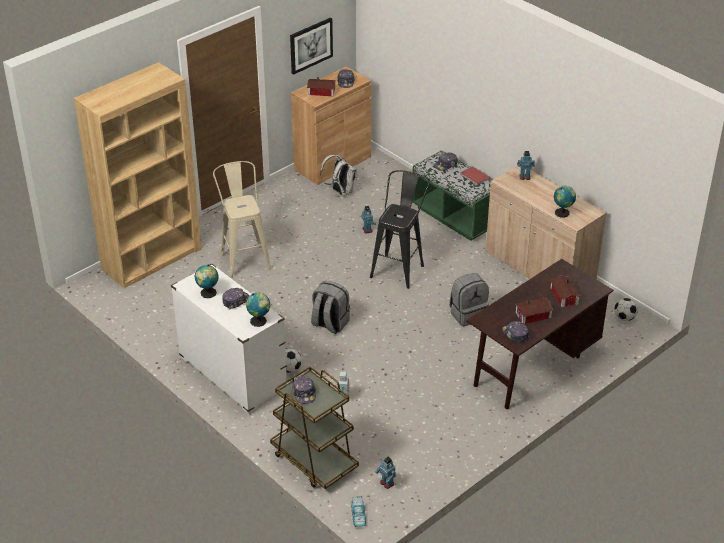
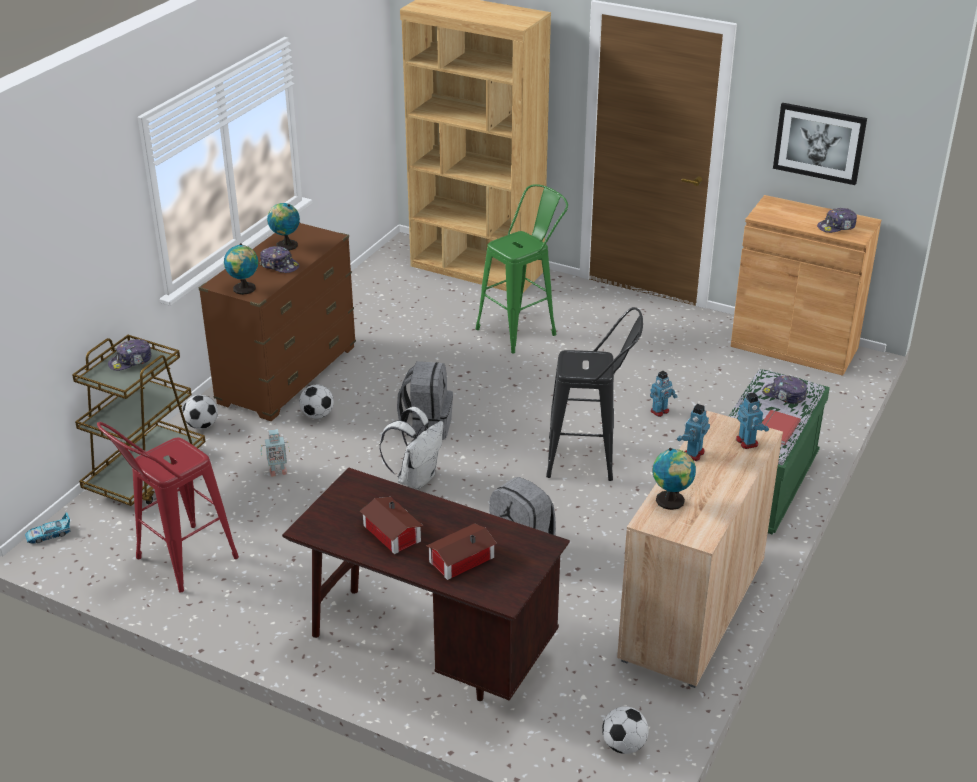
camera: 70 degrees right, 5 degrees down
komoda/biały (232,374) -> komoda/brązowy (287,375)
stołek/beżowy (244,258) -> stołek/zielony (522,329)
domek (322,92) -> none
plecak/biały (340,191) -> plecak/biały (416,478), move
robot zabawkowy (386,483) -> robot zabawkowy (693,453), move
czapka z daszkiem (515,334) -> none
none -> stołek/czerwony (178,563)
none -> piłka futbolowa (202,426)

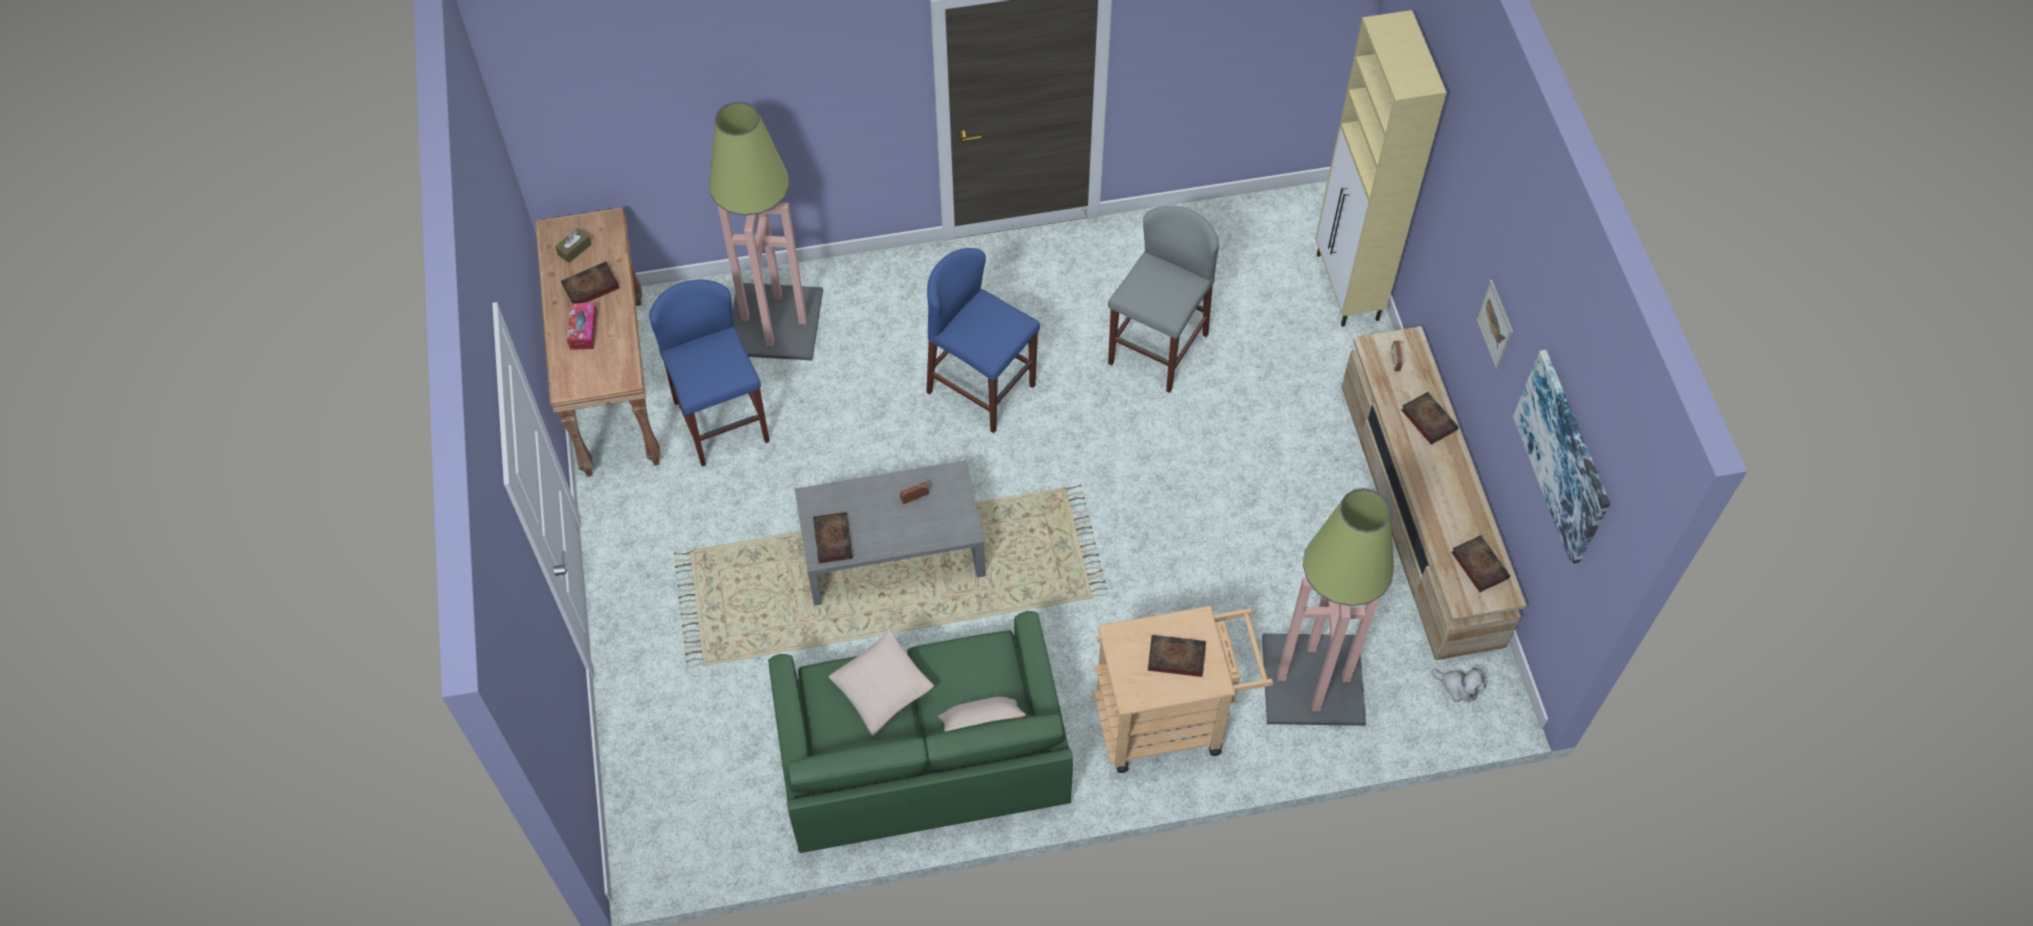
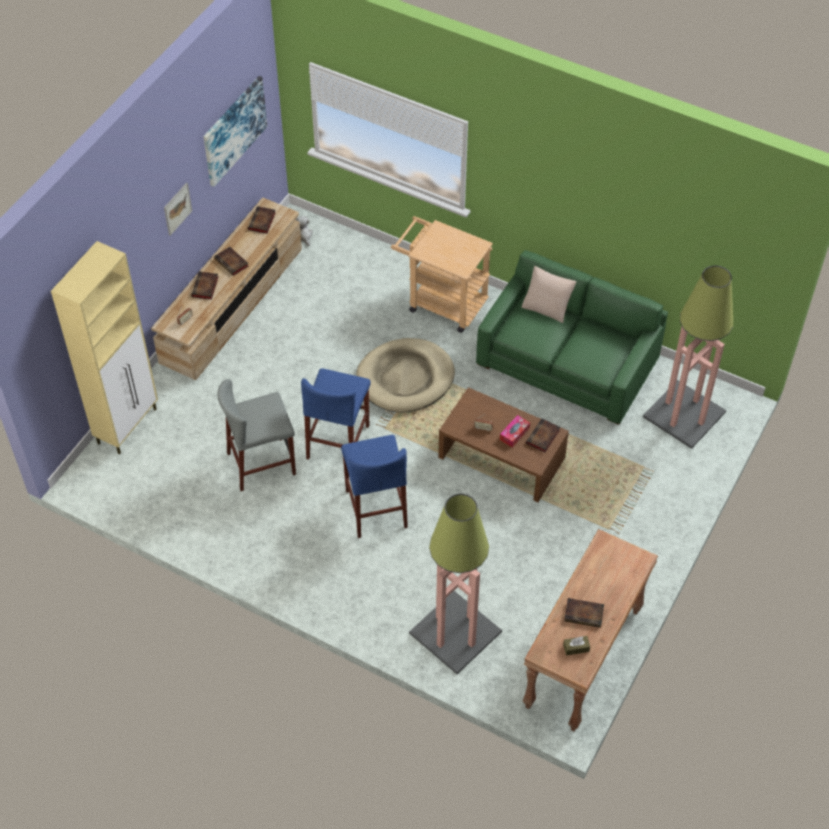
camera: 140 degrees left, 5 degrees down
pudełko chusteczek (583,330) -> pudełko chusteczek (514,434), move
stołek/niebieski (722,422) -> stołek/niebieski (338,442), move
ława/szary (892,551) -> ława/brązowy (502,457)
poduszka/beżowy (882,688) -> none
książka (1175,657) -> książka (232,263), move
lampa stojąca (1314,681) -> lampa stojąca (684,413), move
none -> legowisko/beżowy (405,378)

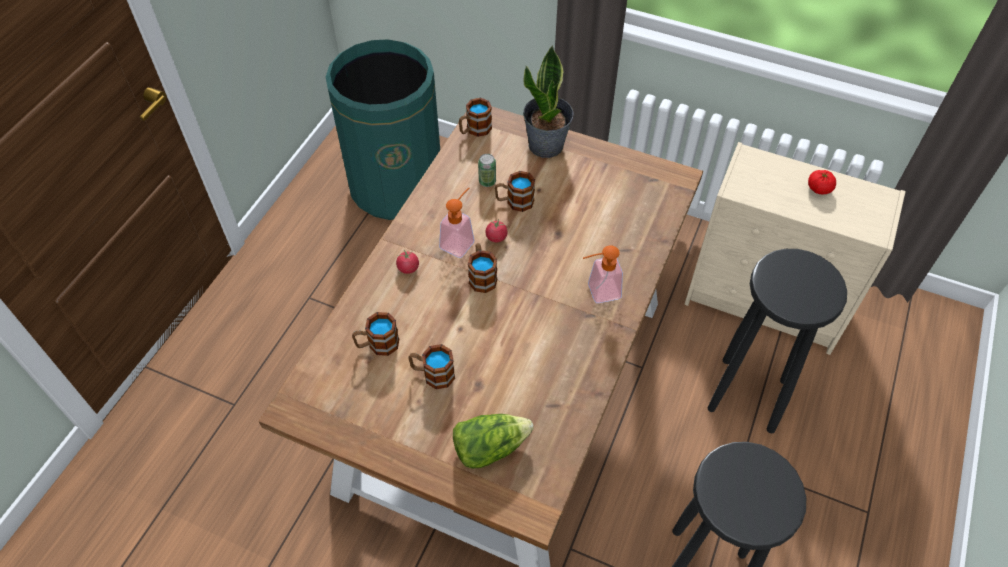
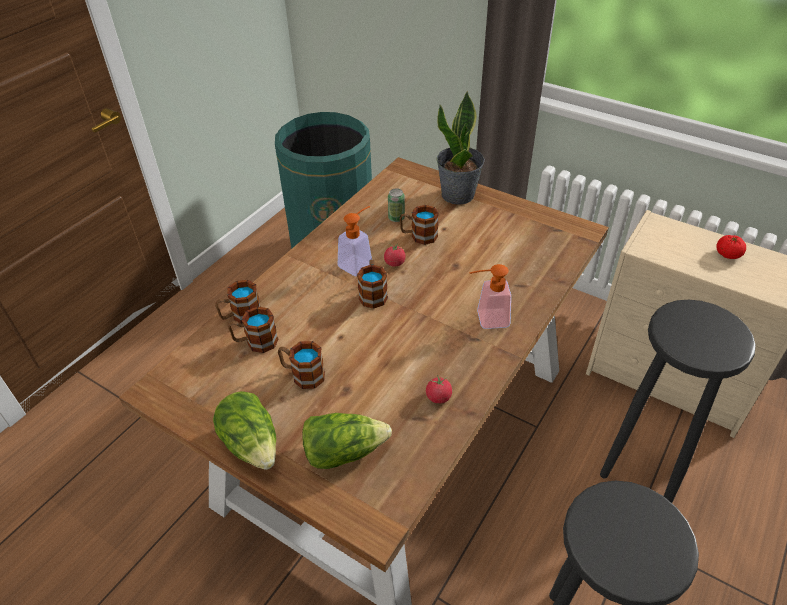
camera: 10 degrees right, 10 degrees down
pomidor (408,268) -> pomidor (438,397), move
kubek (474,130) -> kubek (241,316), move
none -> sałata (252,444)

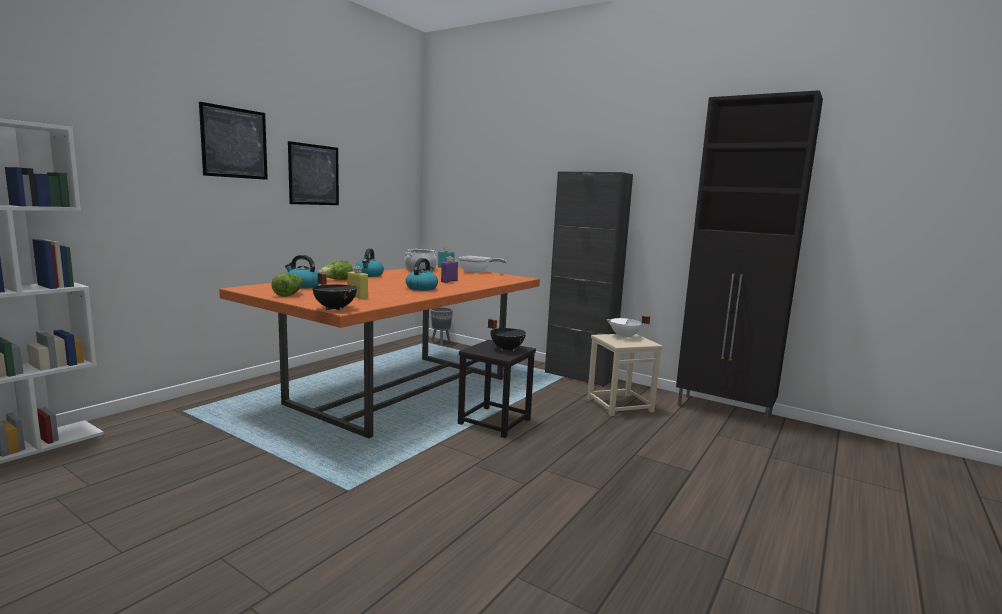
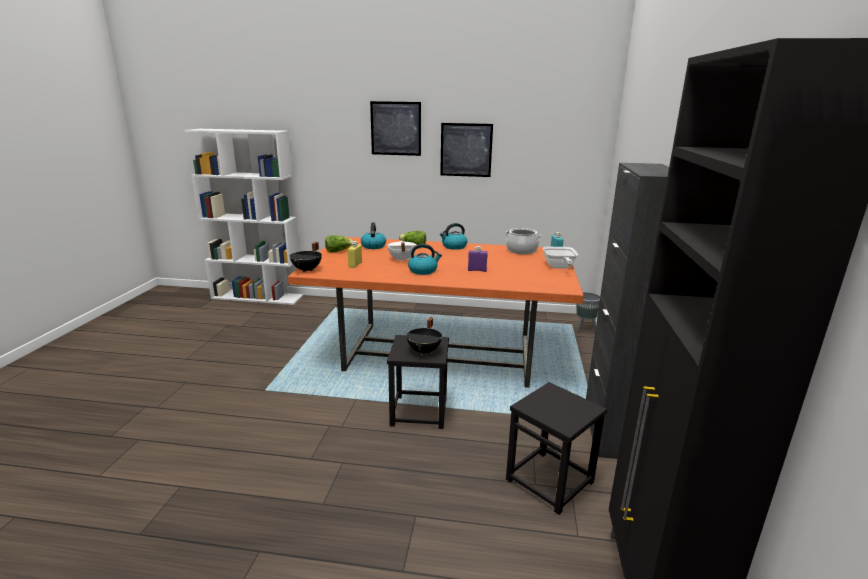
camera: 65 degrees right, 10 degrees up
stołek/beżowy (619,404) -> stołek/czarny (550,480)
garnek/biały (625,337) -> garnek/biały (401,259), move

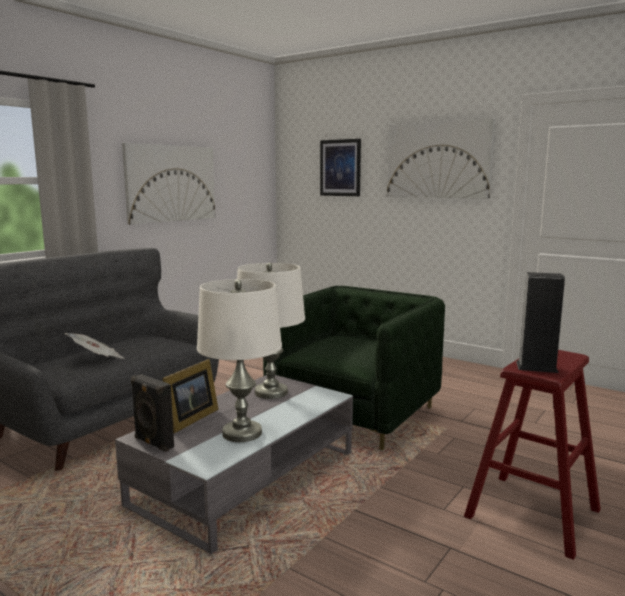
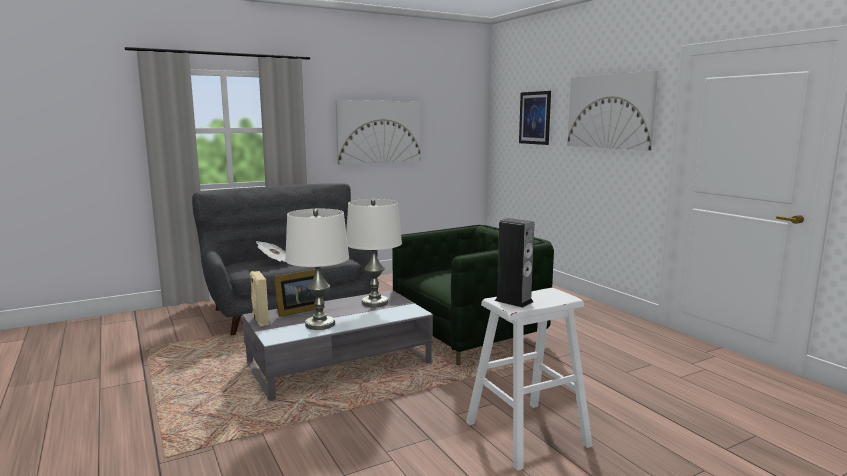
camera: 25 degrees right, 0 degrees up
głośnik/czarny (153,443) -> głośnik/beżowy (259,320)
stołek/czerwony (532,513) -> stołek/biały (526,434)

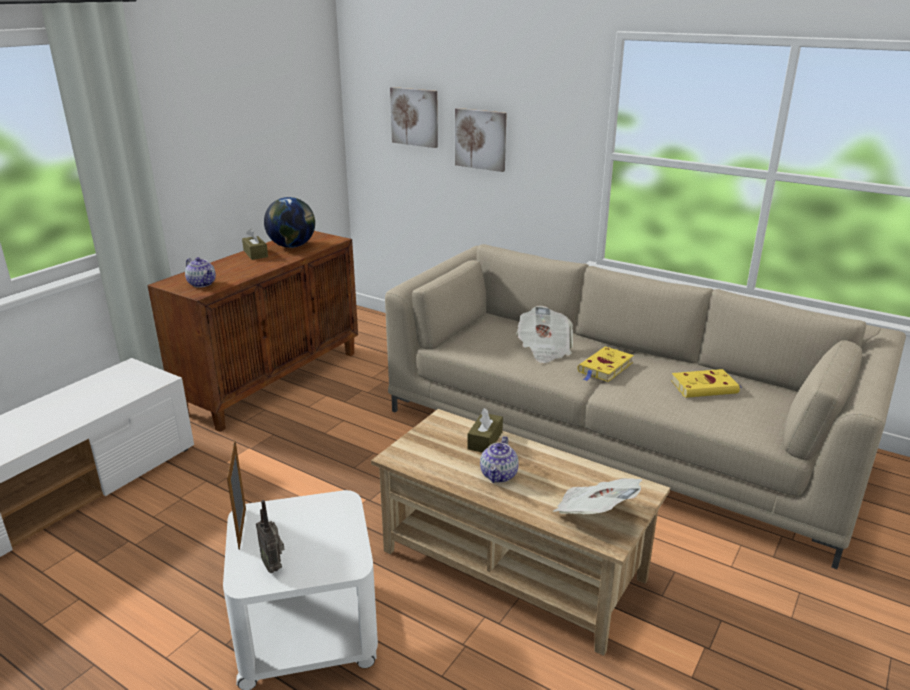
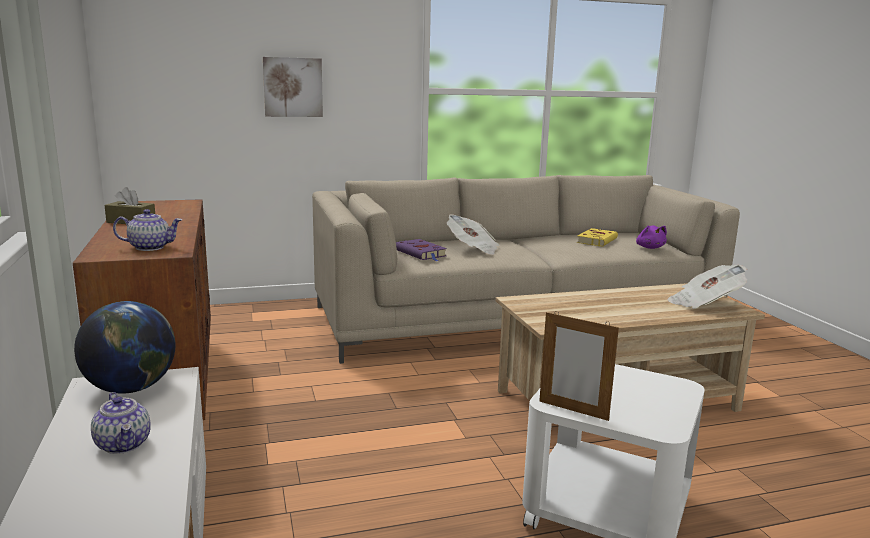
camera: 50 degrees left, 10 degrees down
radio (273,566) -> none
globus (292,246) -> globus (131,388), move
obraz (415,117) -> none
pudełko chusteczek/brązowy (485,440) -> none
imbryk (499,475) -> imbryk (124,444), move
książka/żółty (604,368) -> none
none -> książka/fioletowy (421,253)
none -> pluszak/fioletowy (650,247)

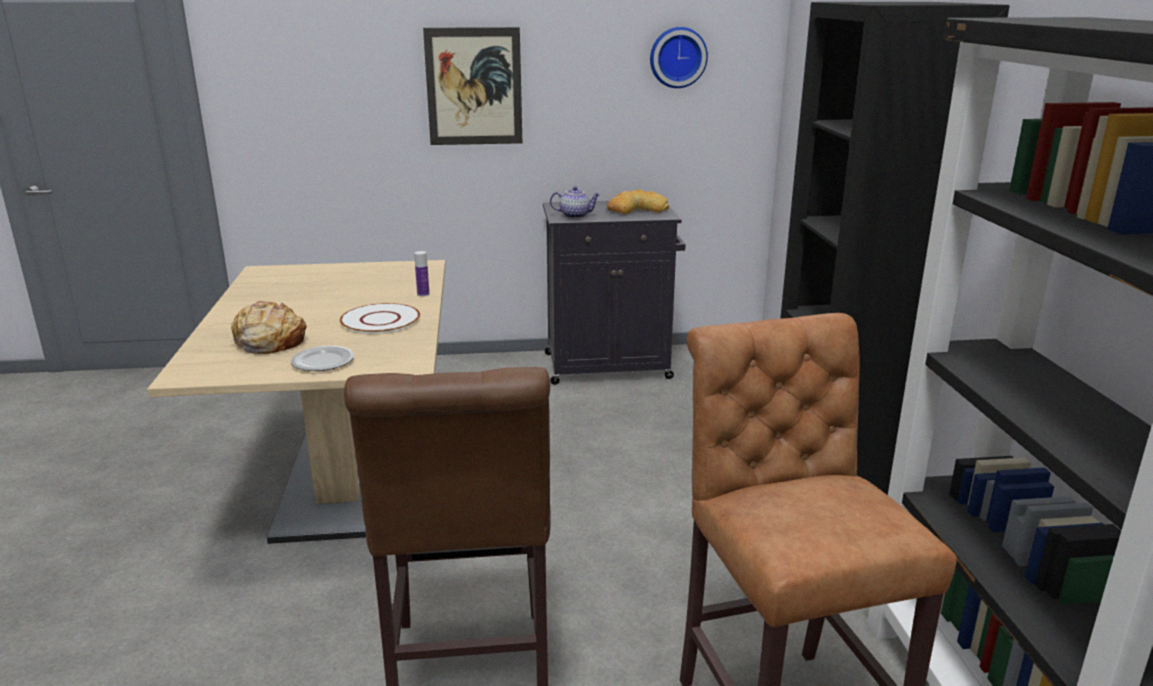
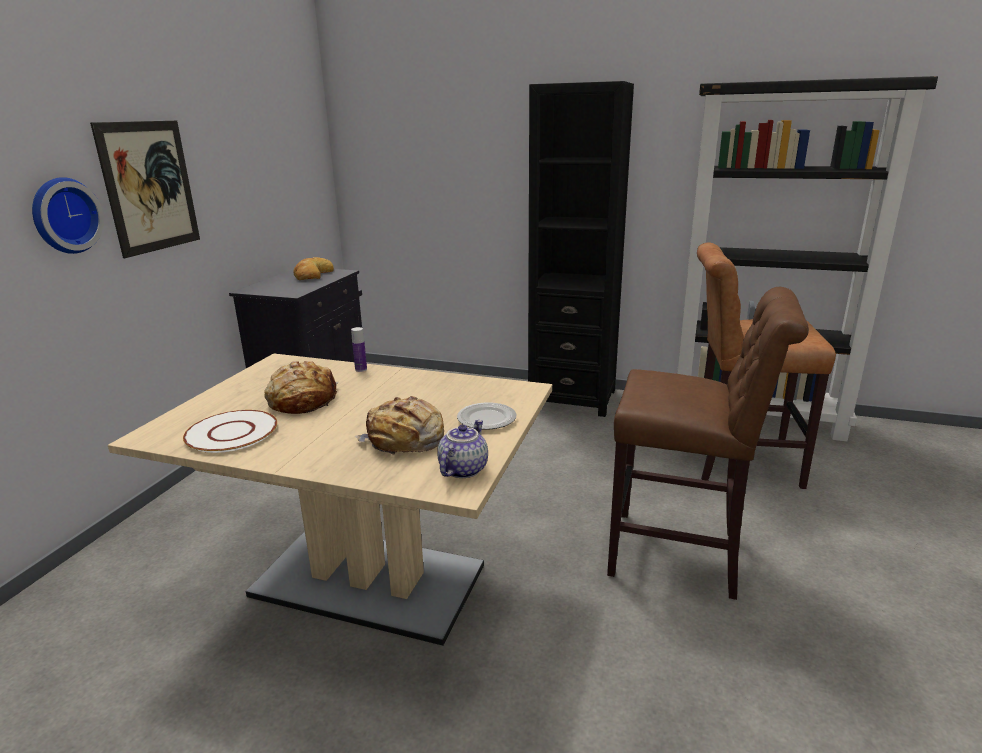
camera: 65 degrees left, 0 degrees up
talerz/biały (380,320) -> talerz/biały (231,433), move
imbryk (575,215) -> imbryk (462,469), move
zegar ścienny (677,57) -> zegar ścienny (64,215), move
none -> chleb (302,400)

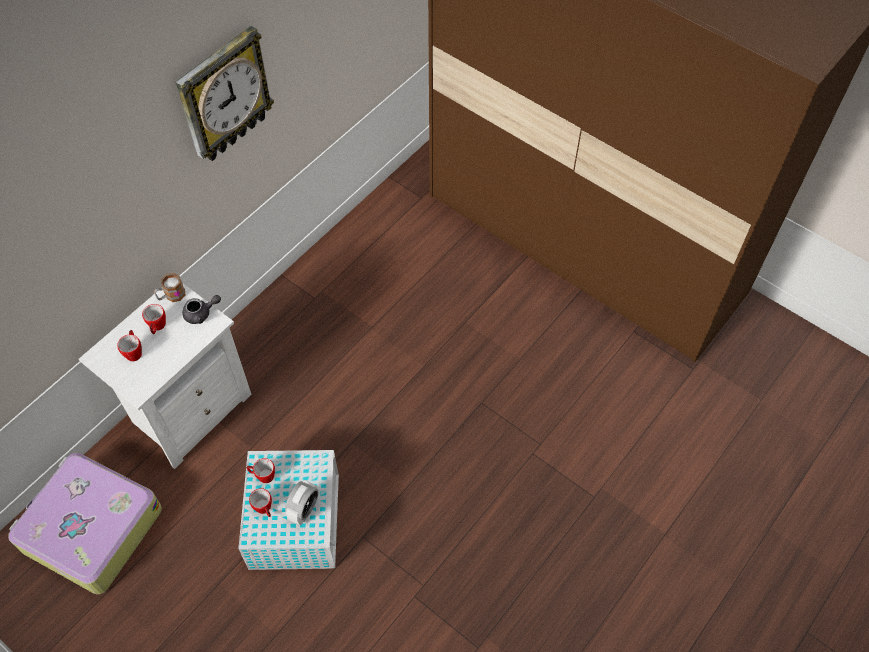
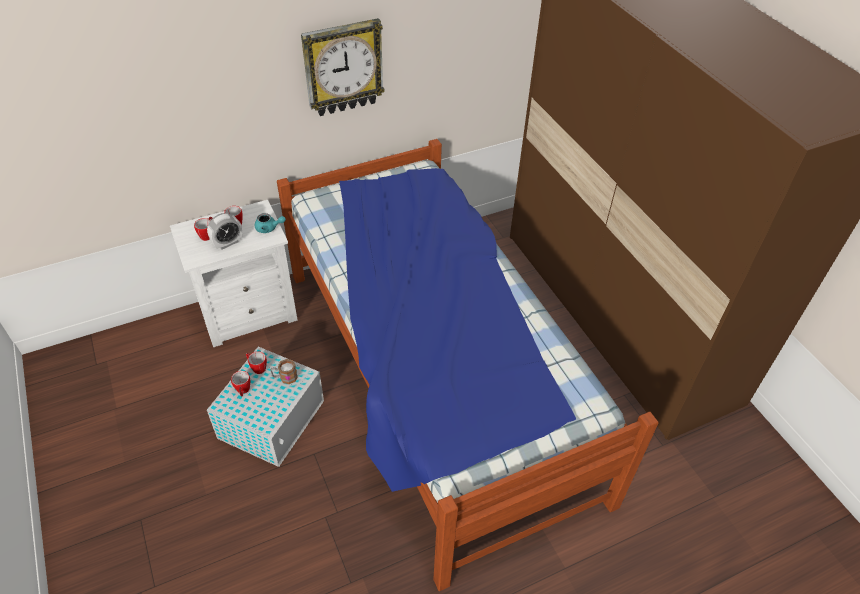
camera: 25 degrees right, 10 degrees down
walizka (91,529) -> none
kubek (171,296) -> kubek (285,377), move
imbryk/szary (201,314) -> imbryk/turkusowy (269,228)
budzik (304,510) -> budzik (228,243), move
none -> łóżko (434,379)

